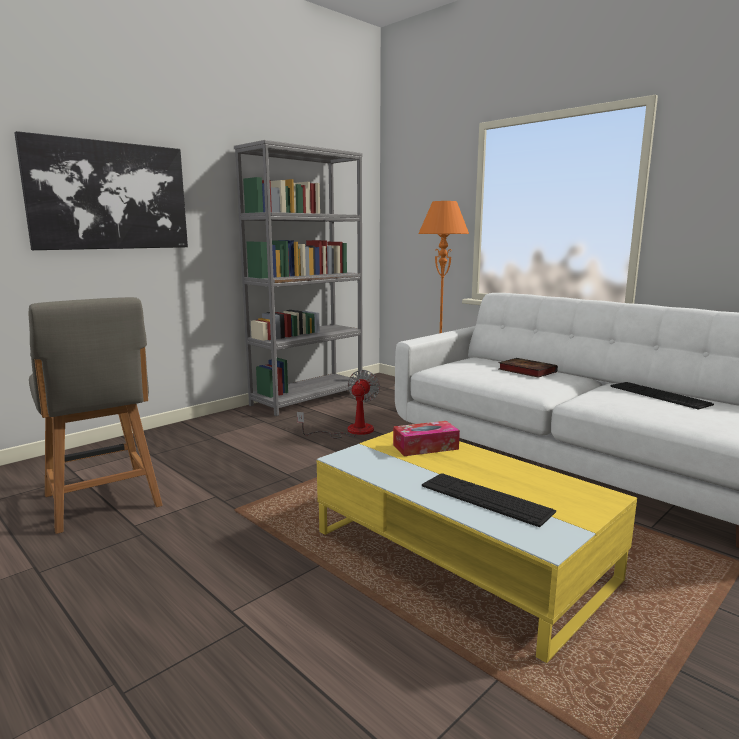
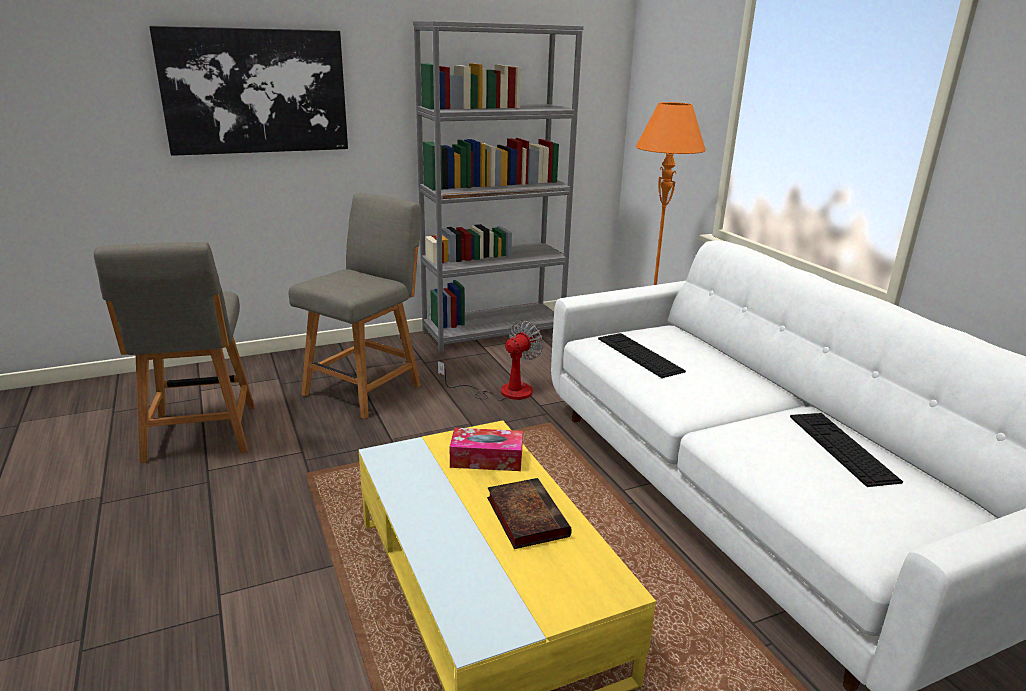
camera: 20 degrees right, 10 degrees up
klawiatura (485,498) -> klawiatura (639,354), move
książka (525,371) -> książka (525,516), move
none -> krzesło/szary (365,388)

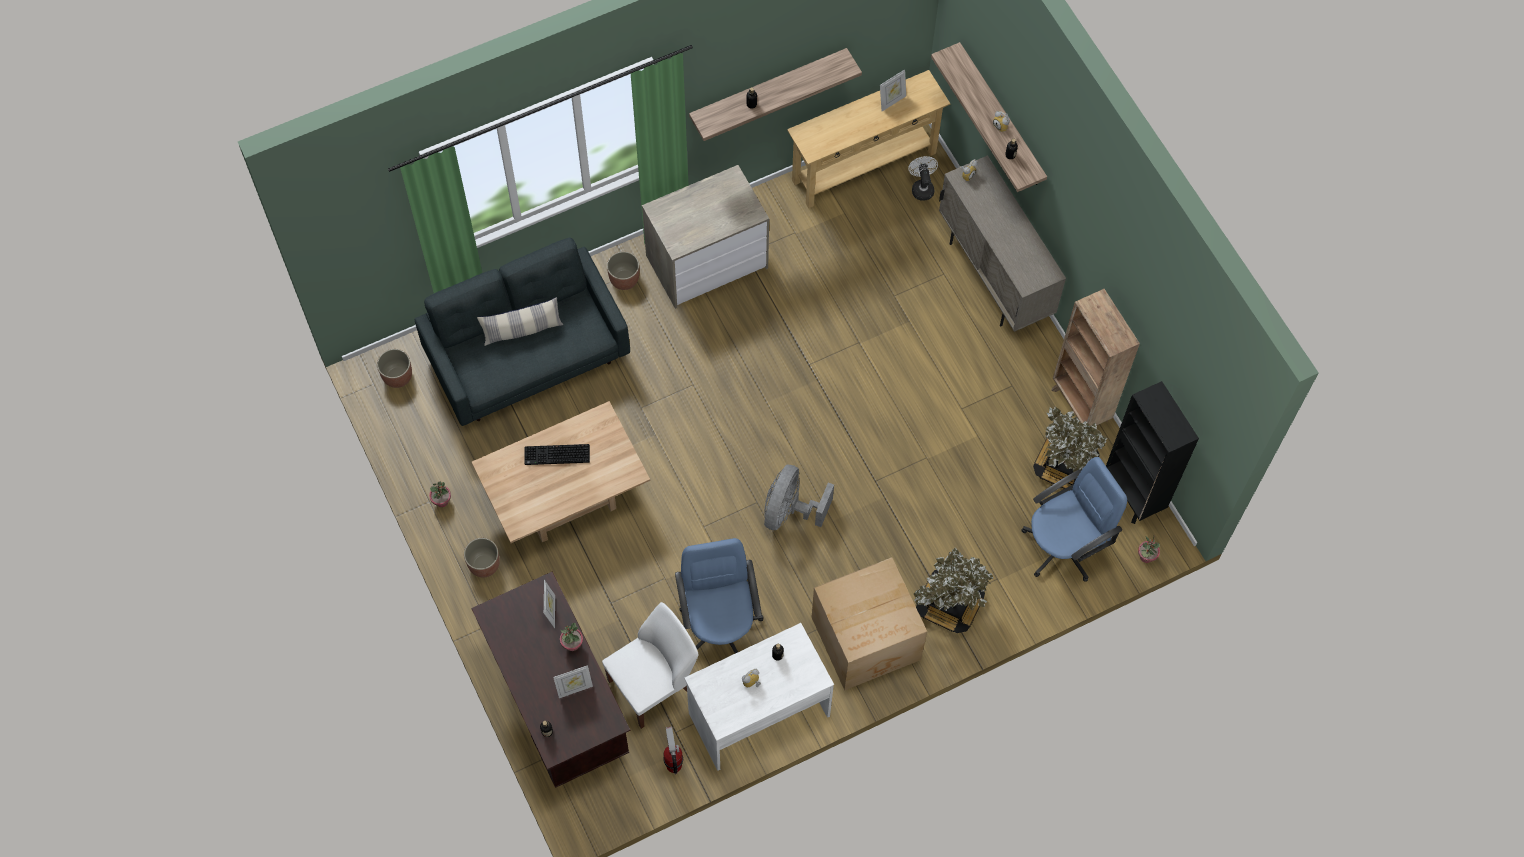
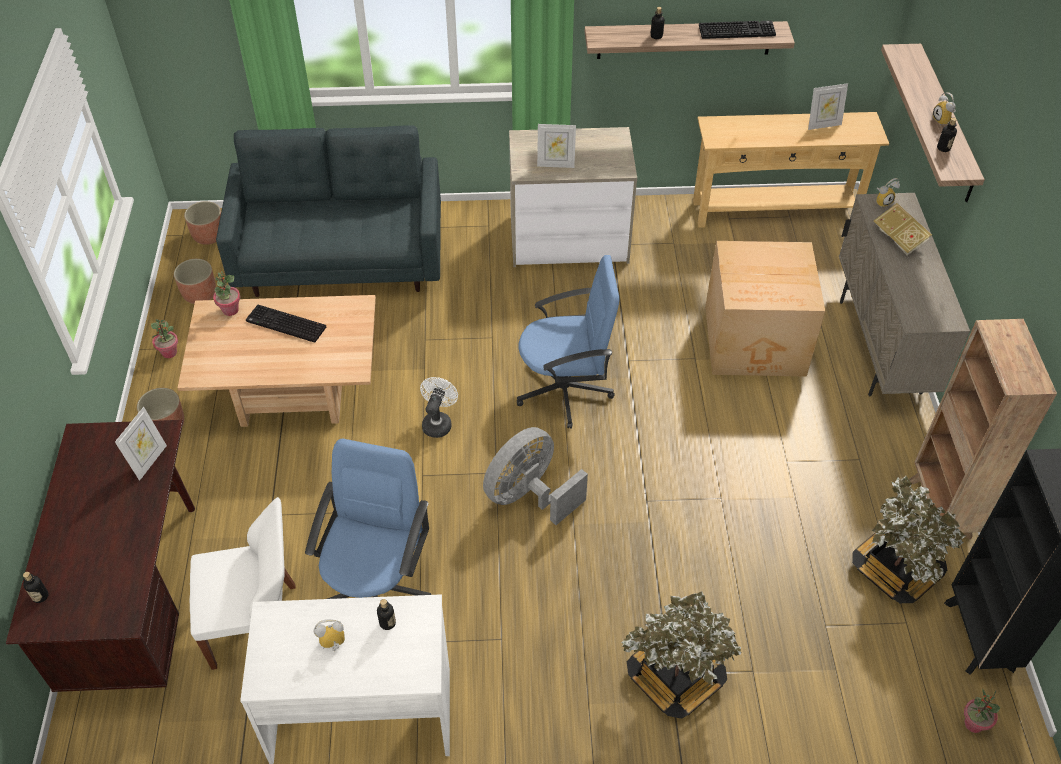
camera: 25 degrees right, 15 degrees down
poduszka (522,330) -> none
ramka na zdjęcie (574,689) -> ramka na zdjęcie (555,164), move
roślina doniczkowa (572,644) -> roślina doniczkowa (230,310), move
donica (624,279) -> donica (200,294), move
gaśnica (674,765) -> none
karton (867,639) -> karton (756,341), move
wentylator/biały (922,187) -> wentylator/biały (438,422), move
krzesło biurowe/niebieski (1064,546) -> krzesło biurowe/niebieski (565,390), move
none -> klawiatura (737,30)
none -> książka (899,239)

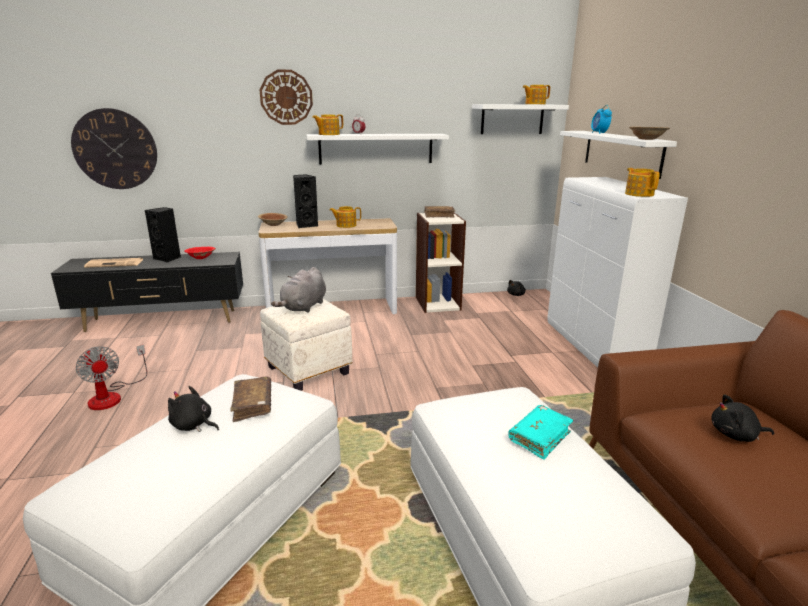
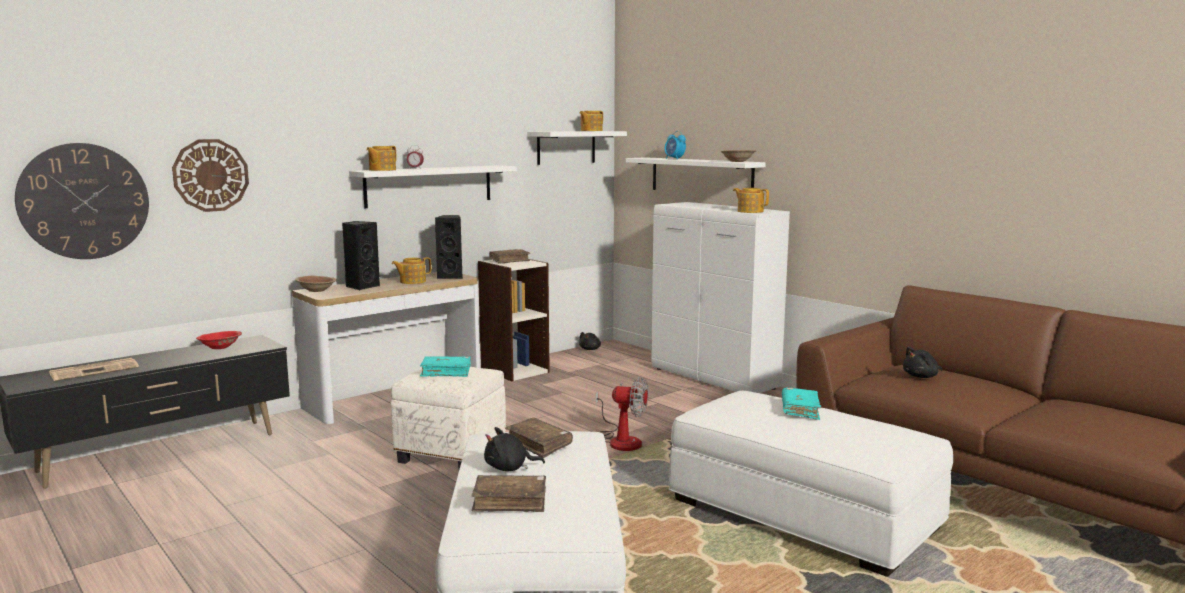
camera: 30 degrees left, 10 degrees down
wentylator (112,396) -> wentylator (621,440), move
głośnik/czarny (168,258) -> głośnik/czarny (451,276), move
zegar ścienny (286,97) -> zegar ścienny (211,175), move
pluszak/szary (303,307) -> książka/turkusowy (446,372)
none -> książka/brązowy (510,502)

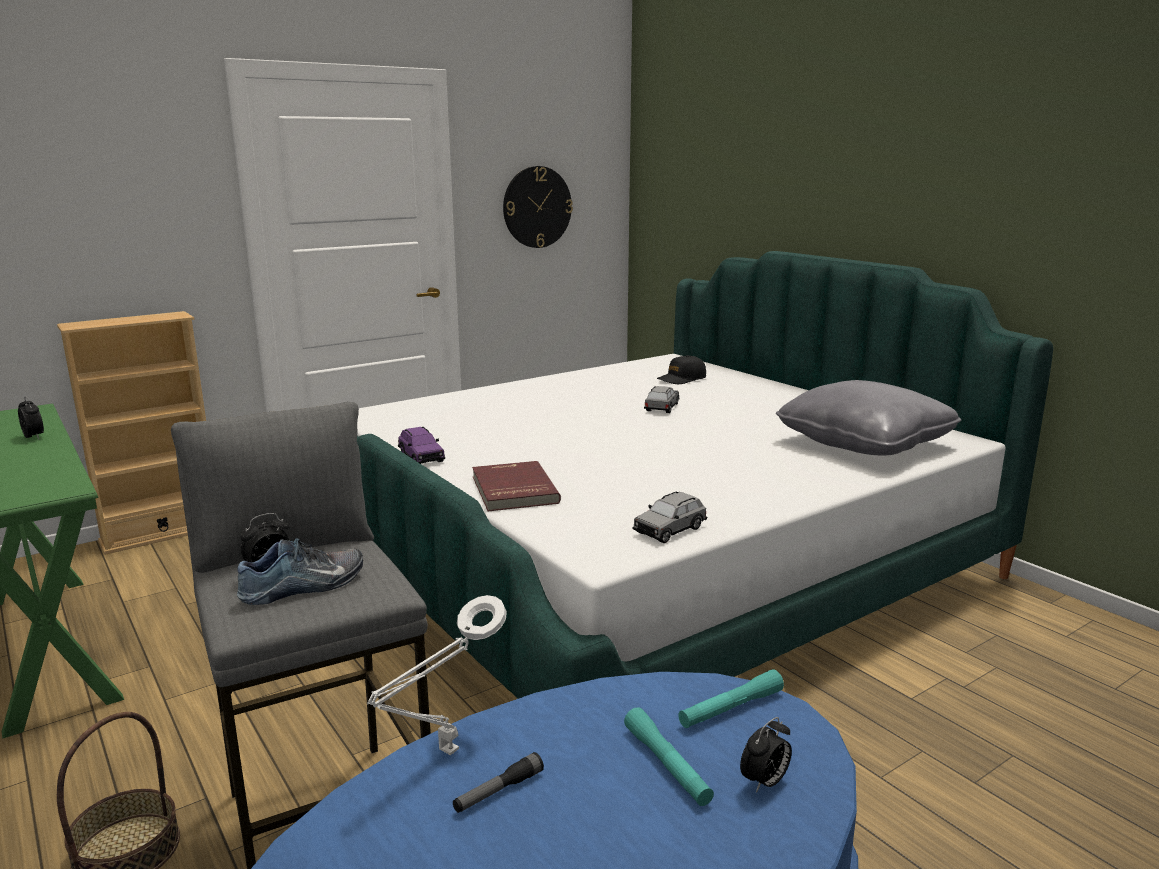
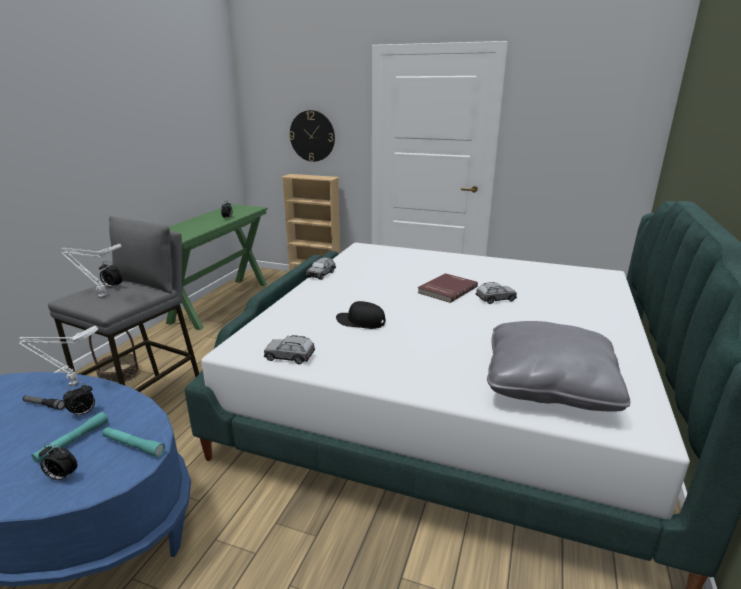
camera: 55 degrees right, 5 degrees up
but (304,587) -> lampa stołowa/biały (100,295)
samochodzik/fioletowy (421,457) -> samochodzik/szary (321,274)
książka/czerwony (512,490) -> książka/czerwony (446,289), move
zegar ścienny (537,207) -> zegar ścienny (312,136), move
czapka z daszkiem/czarny (682,379) -> czapka z daszkiem/czarny (360,322), move
none -> budzik (83,413)

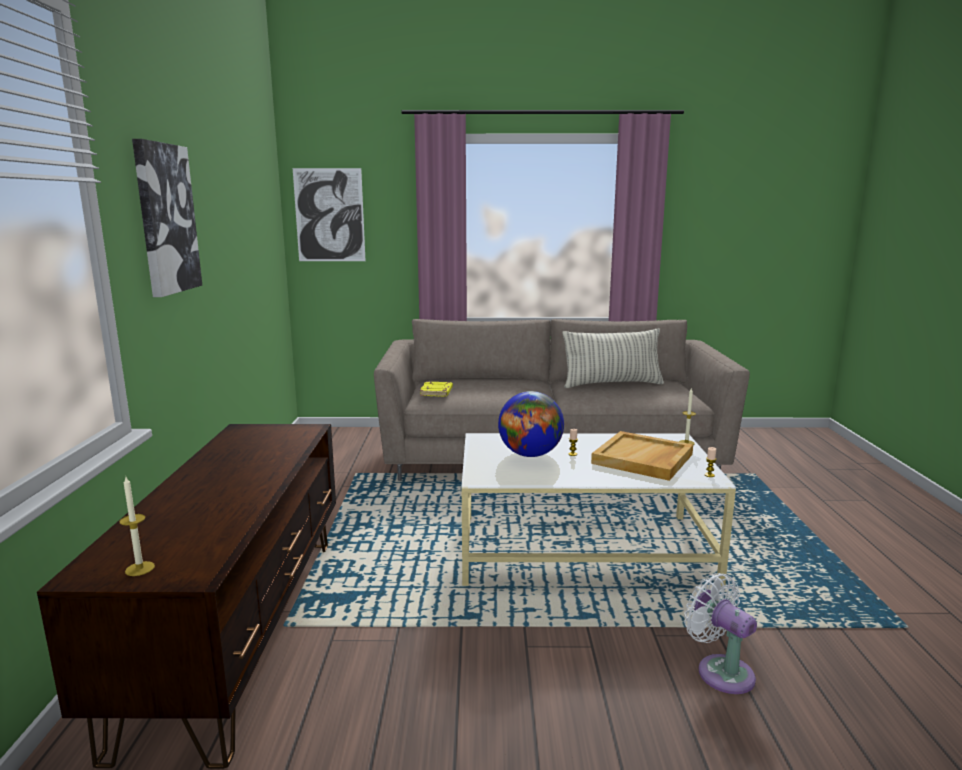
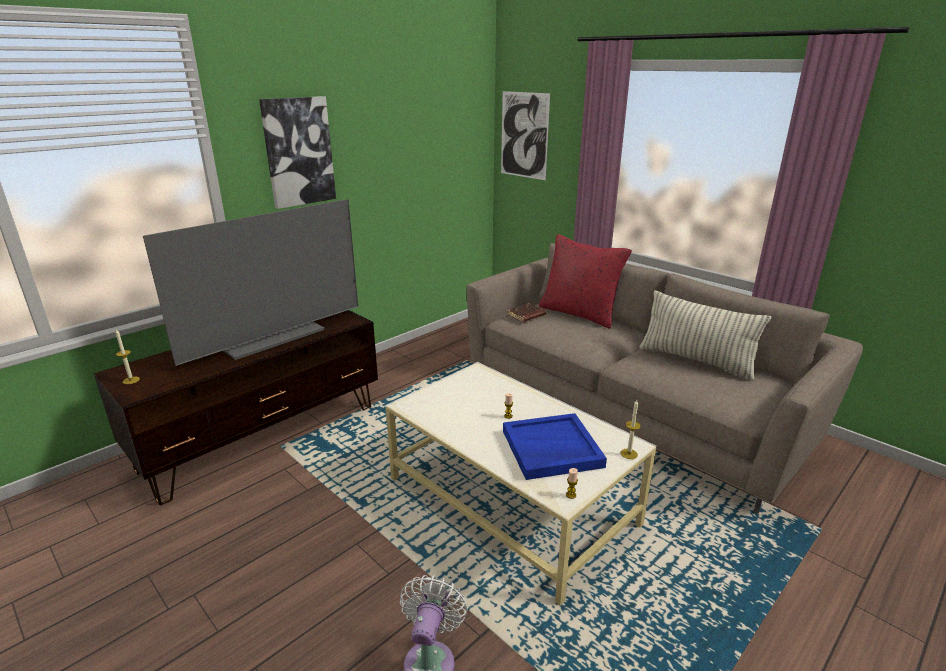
camera: 45 degrees right, 10 degrees up
książka/żółty (437,392) -> książka/brązowy (526,316)
globus (530,454) -> none
taca/beżowy (643,459) -> taca/niebieski (551,449)
none -> telewizor (272,336)
none -> poduszka/czerwony (579,313)

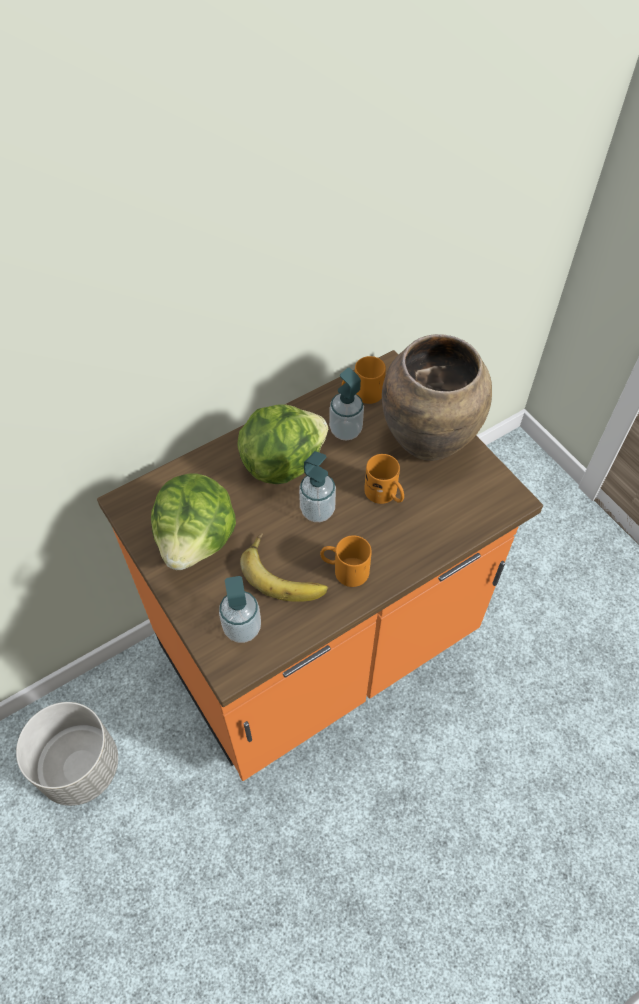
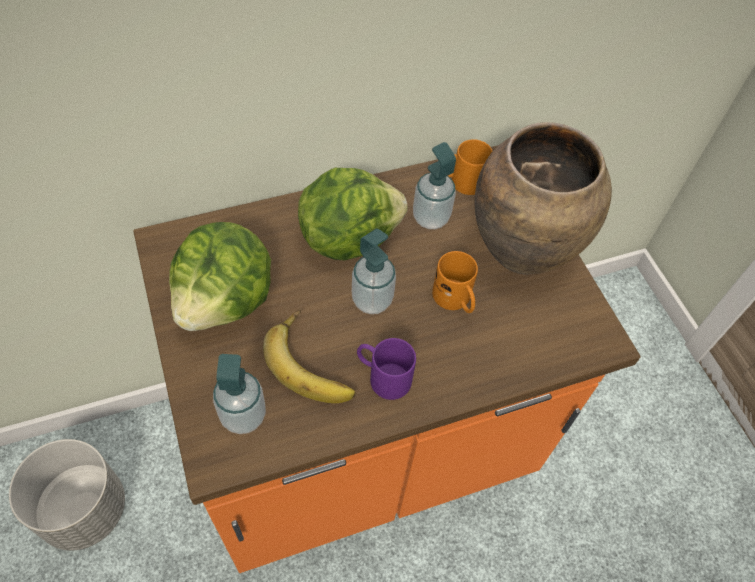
camera: 10 degrees right, 0 degrees up
kubek/pomarańczowy (344,570) -> kubek/fioletowy (382,377)

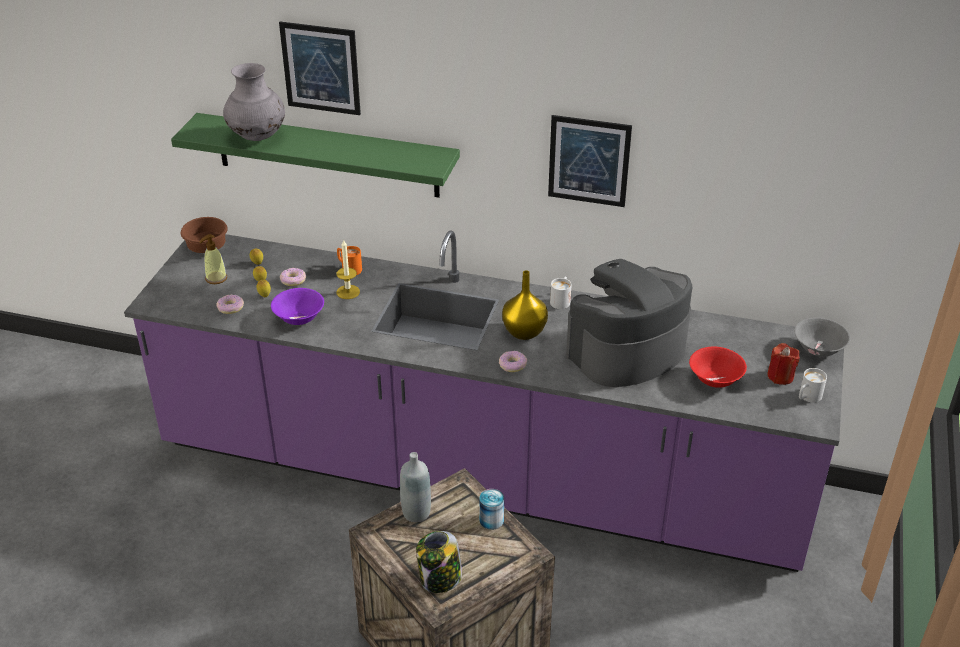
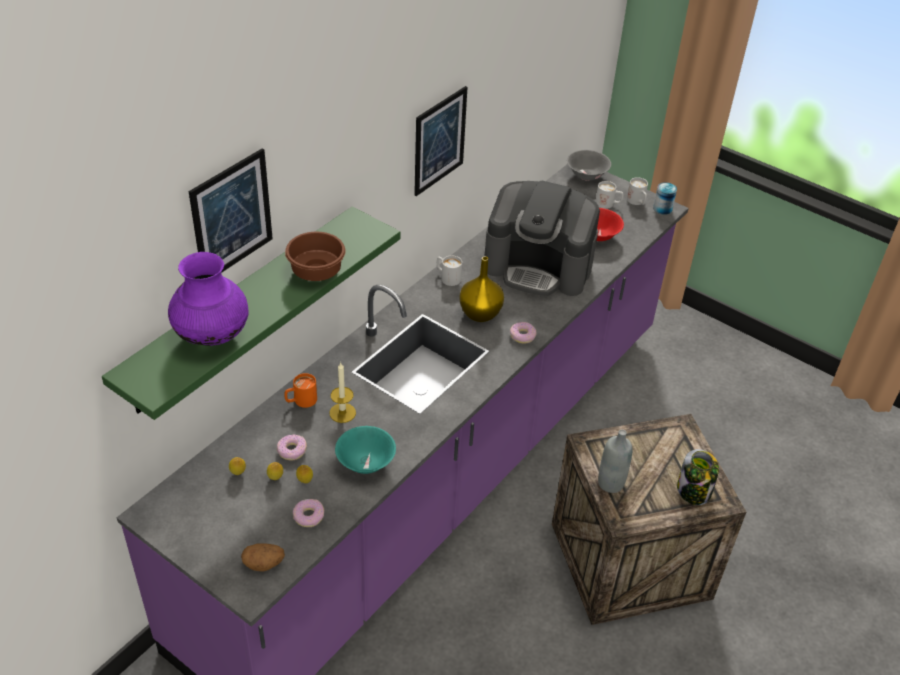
camera: 70 degrees left, 5 degrees up
miska/brązowy (206,248) -> miska/brązowy (318,272), move
dozownik mydła (216,278) -> none
wazon/szary (257,137) -> wazon/fioletowy (212,336)
miska/fioletowy (299,318) -> miska/turkusowy (365,463)
puszka (491,520) -> puszka (662,208), move
ekspres do kawy (626,351) -> ekspres do kawy (539,266), 60 degrees counterclockwise
świeca/czerwony (780,376) -> kubek/biały (608,204)
none -> ziemniak (264,564)

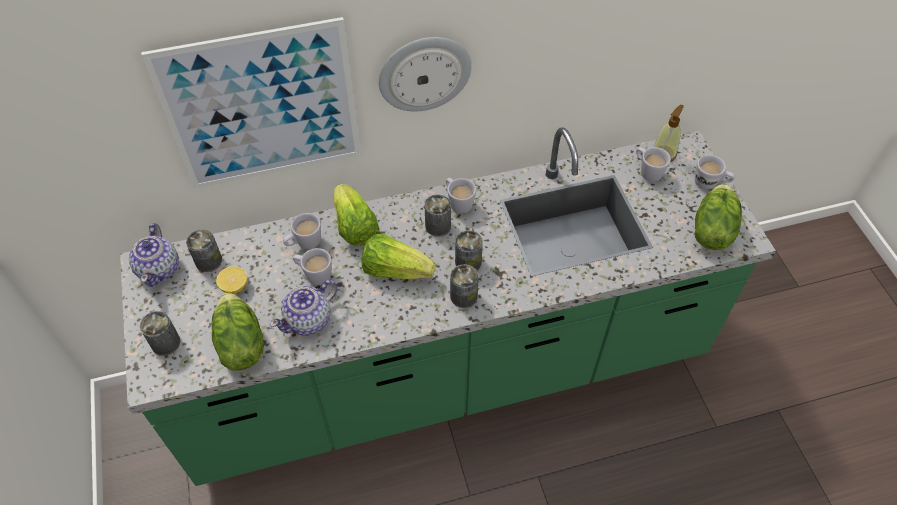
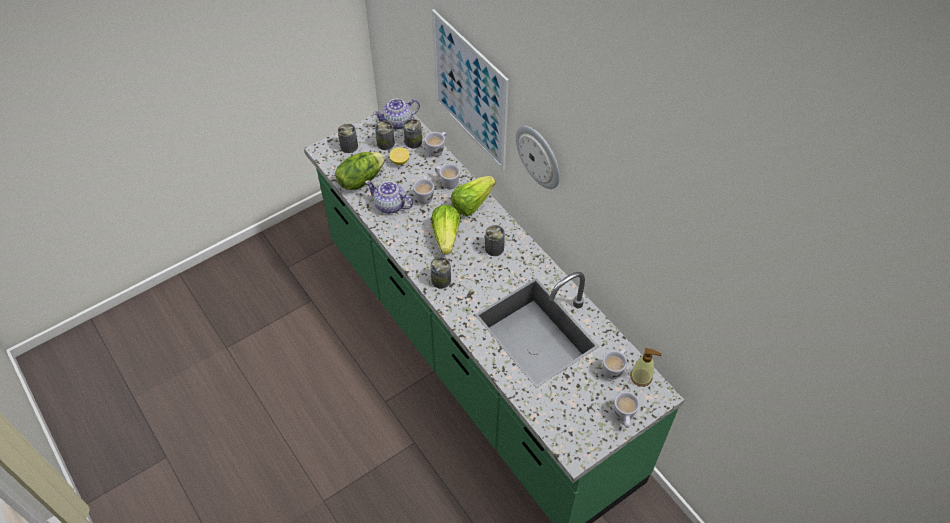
camera: 70 degrees right, 0 degrees up
kubek/biały (458,203) -> kubek/biały (437,149), move
puszka (468,262) -> puszka (385,143), move
sałata (711,230) -> none

